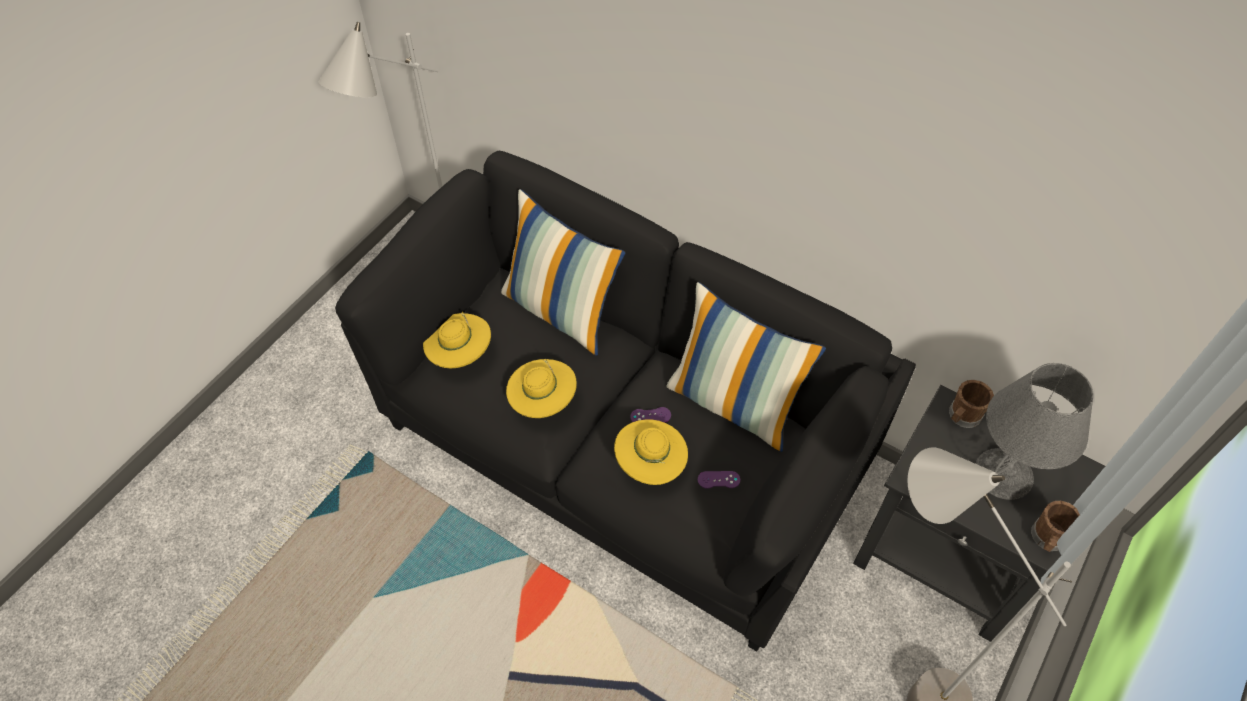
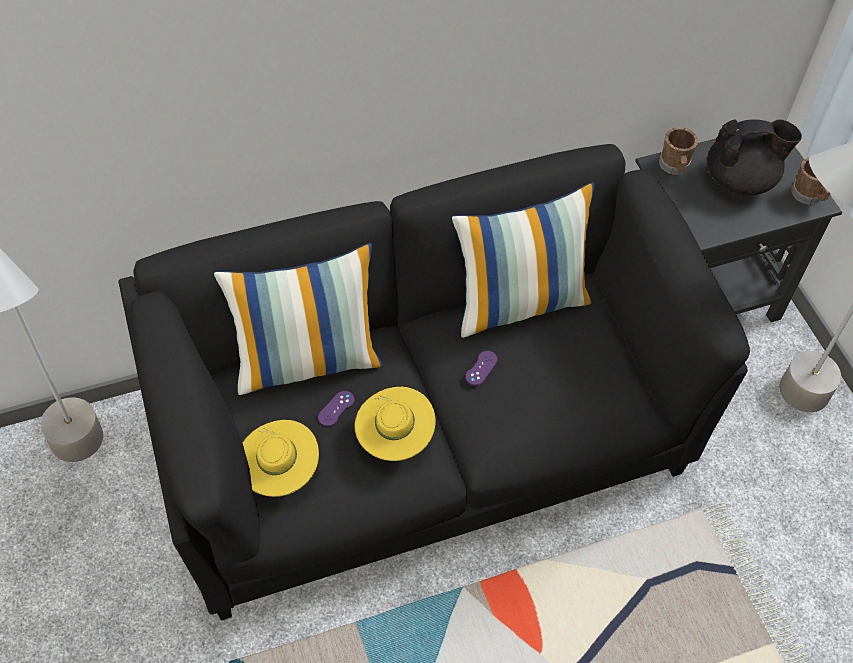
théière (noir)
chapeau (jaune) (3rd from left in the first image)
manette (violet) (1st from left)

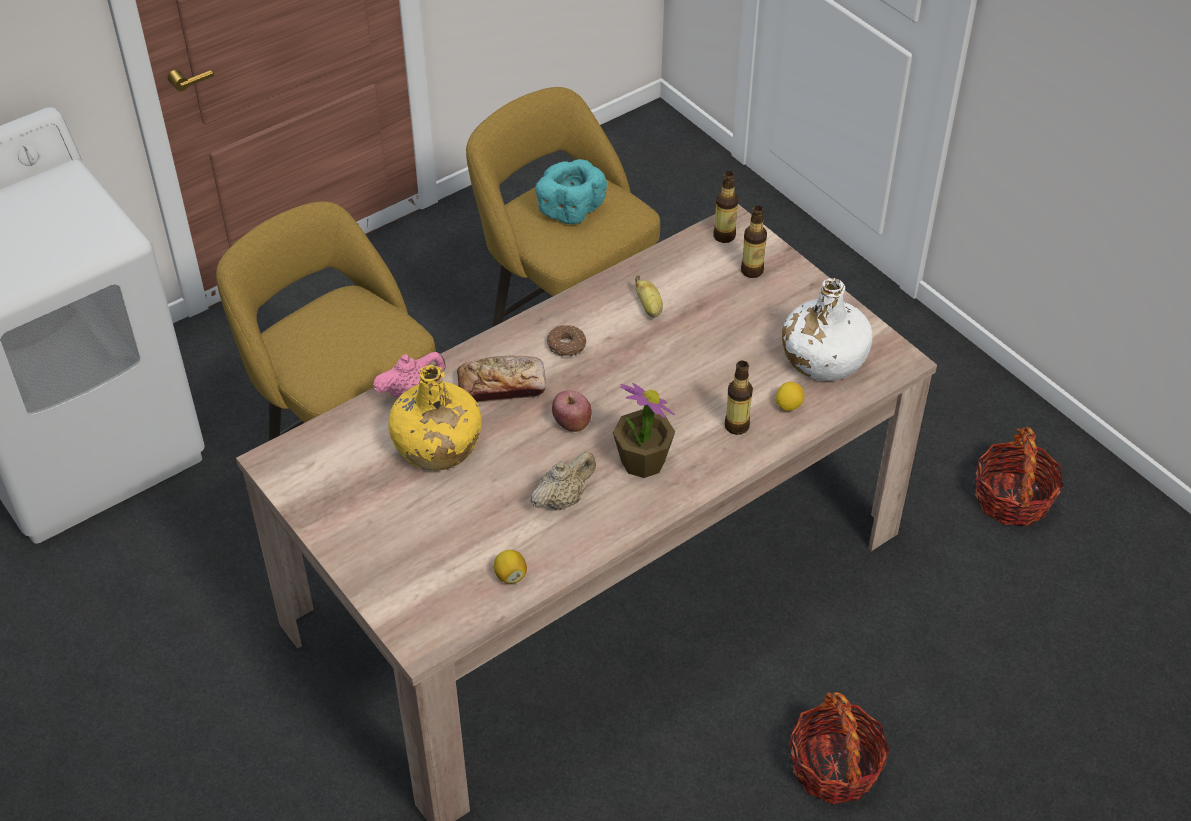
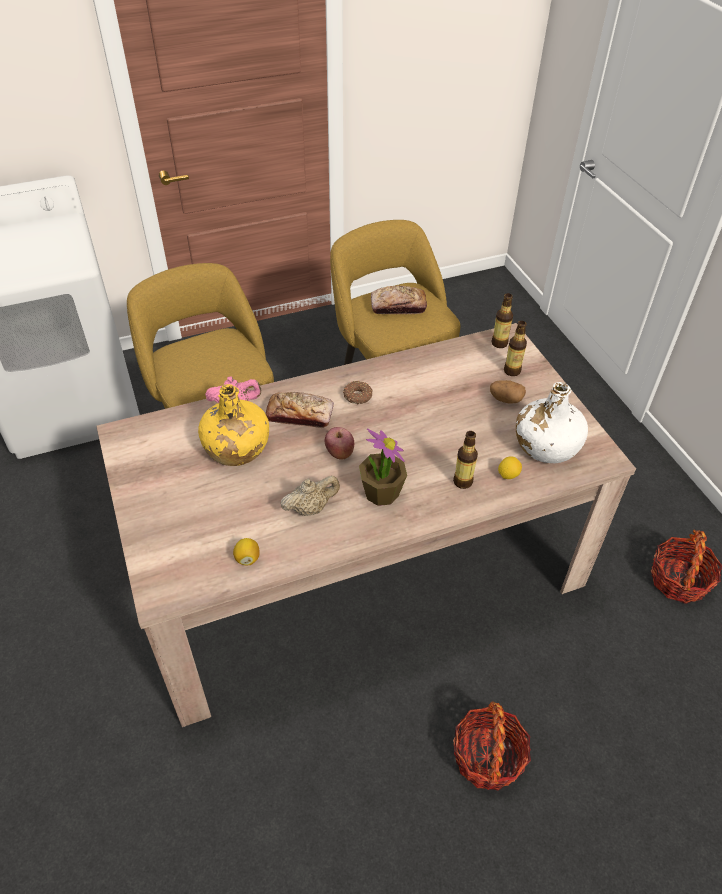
pain (2nd from left)
banane
pomme de terre

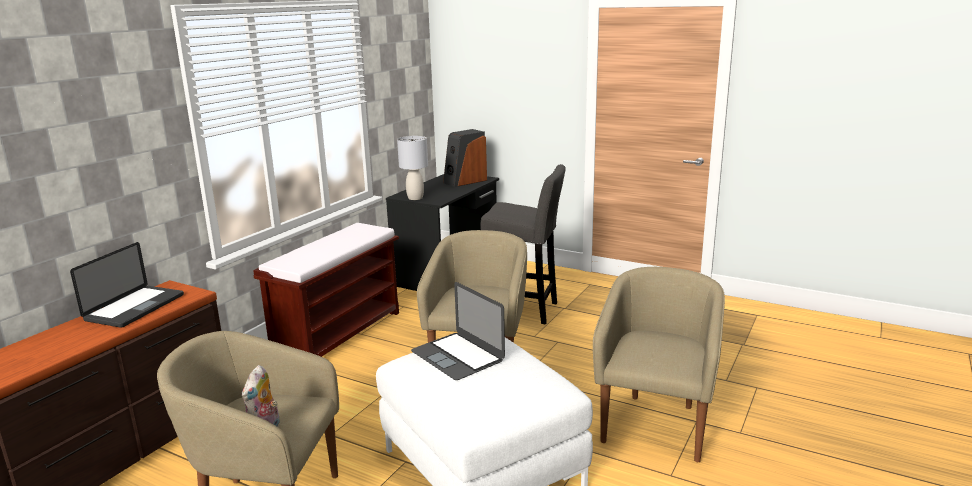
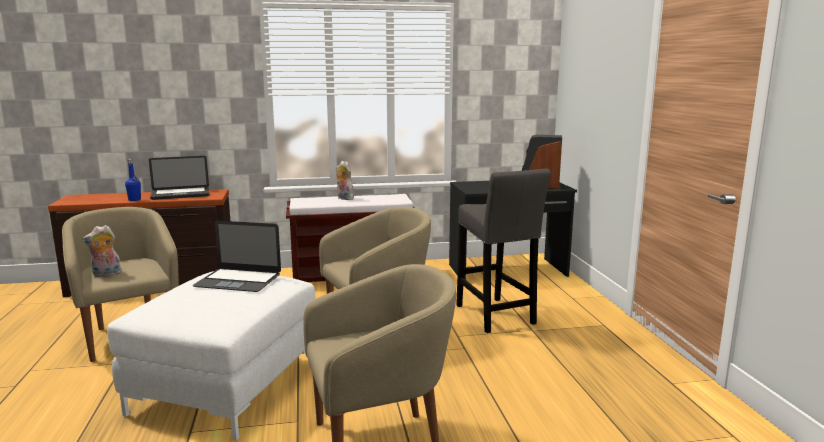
lampe de table (gris)
ordinateur portable (2nd from left)
bouteille (bleu)
peluche (2nd from left)

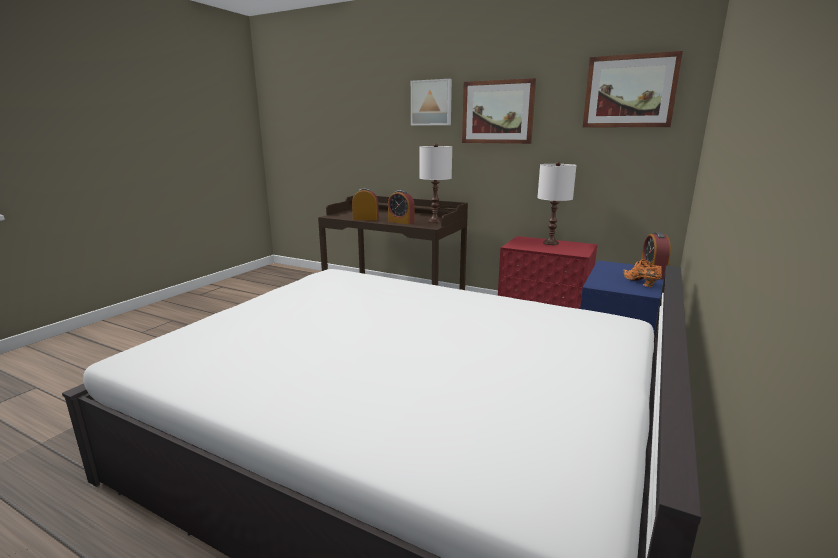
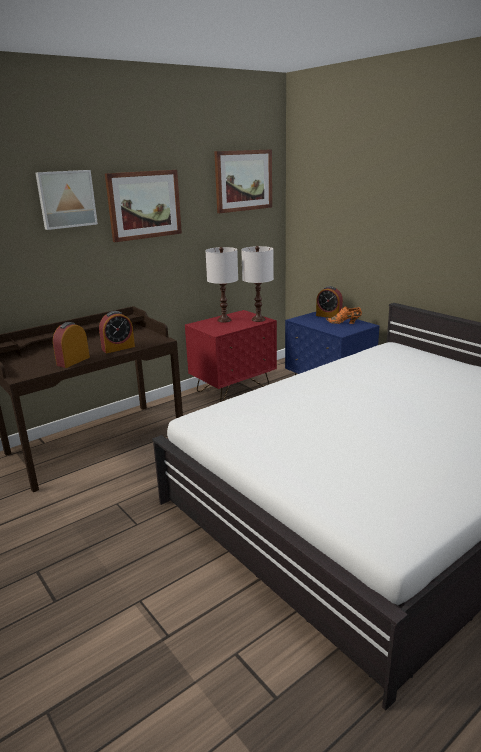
lampe de table (blanc) (2nd from left)

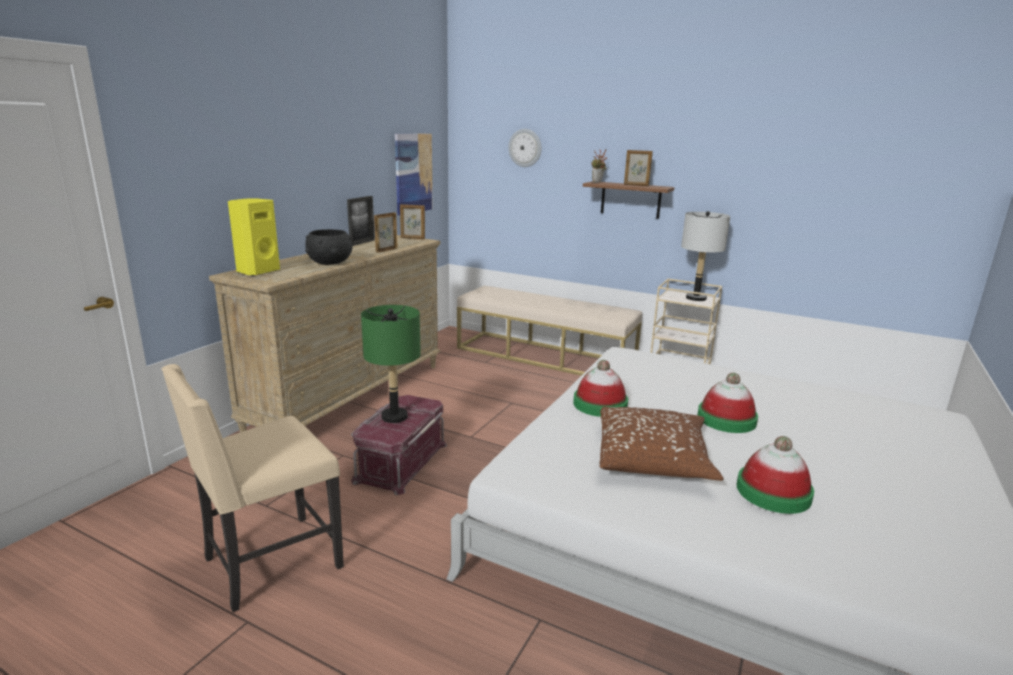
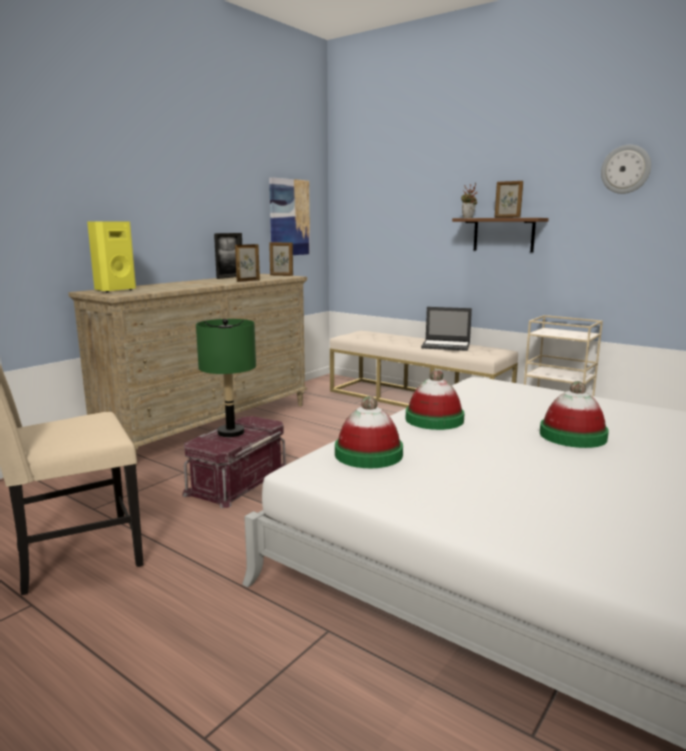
horloge murale
lampe de table (gris)
bol (noir)
coussin (marron)
chapeau (1st from left)
ordinateur portable

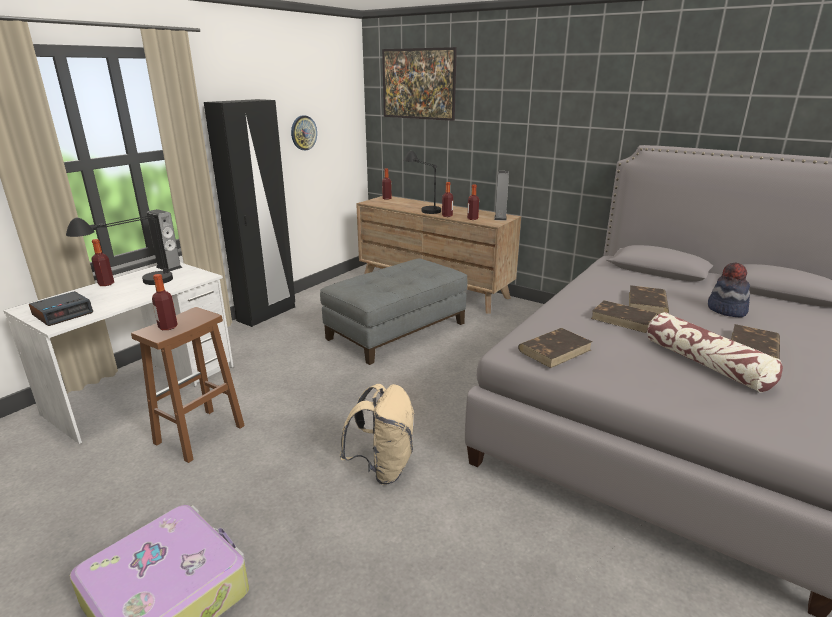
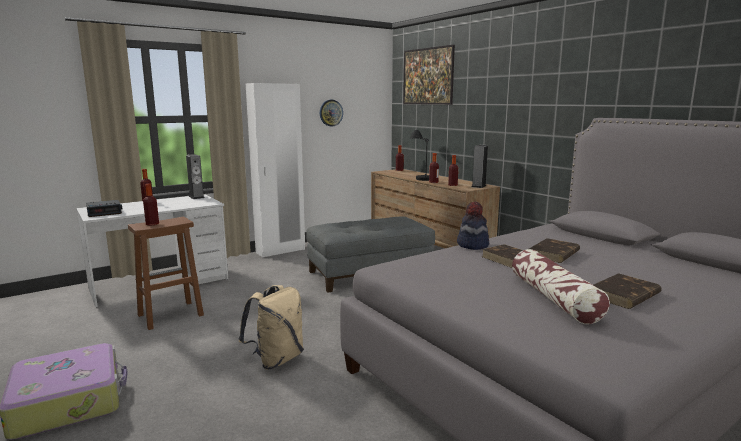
armoire (blanc)
lampe de table (noir) (1st from left in the first image)
chapeau
livre (marron) (1st from left in the first image)

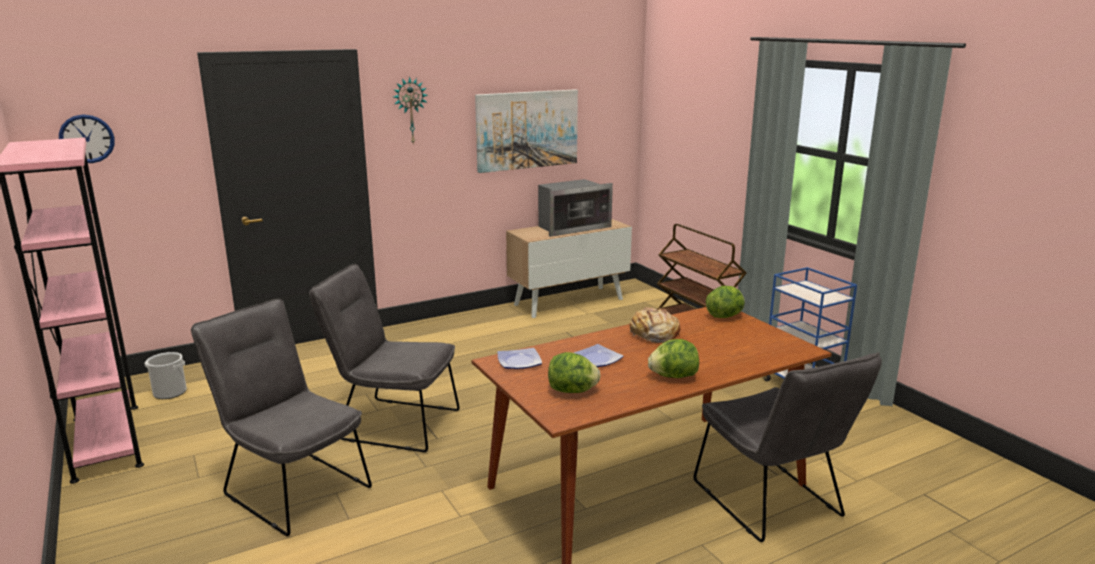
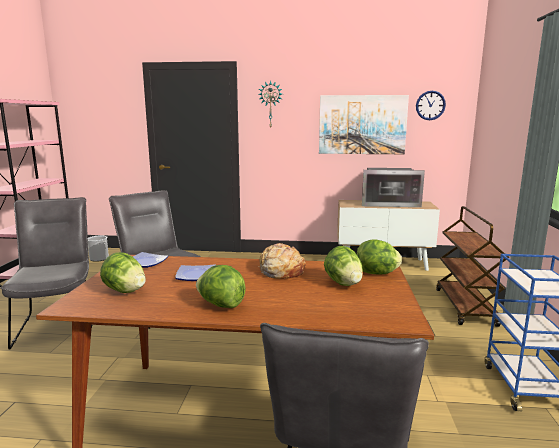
horloge murale (2nd from left)
laitue (3rd from left)

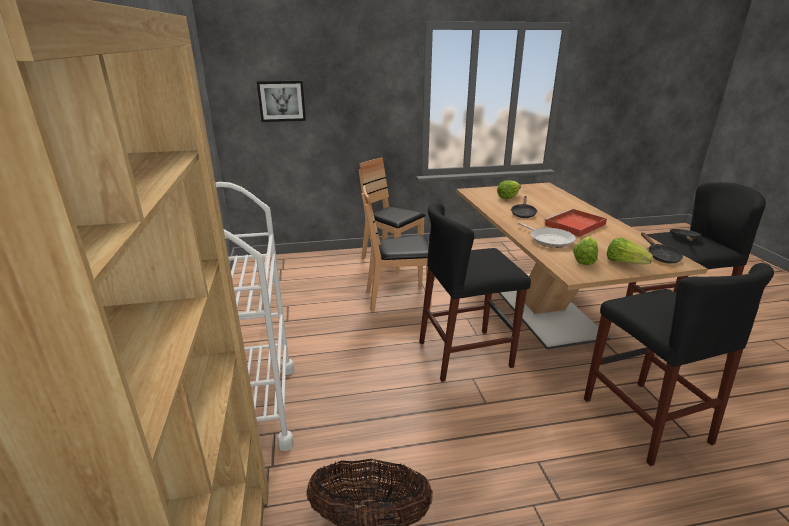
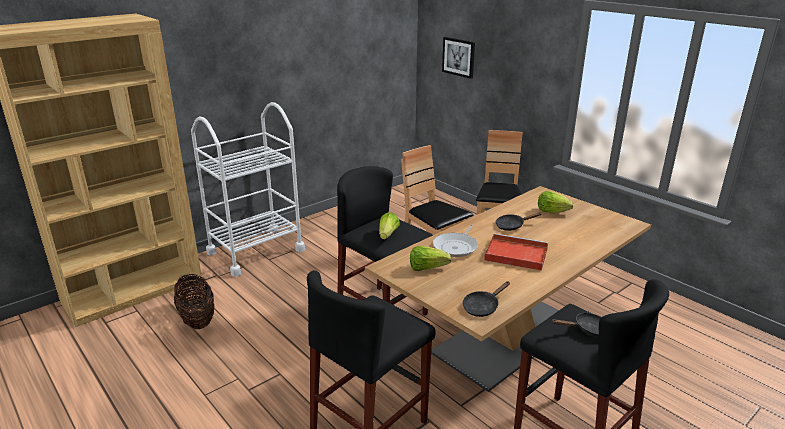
laitue (1st from left)

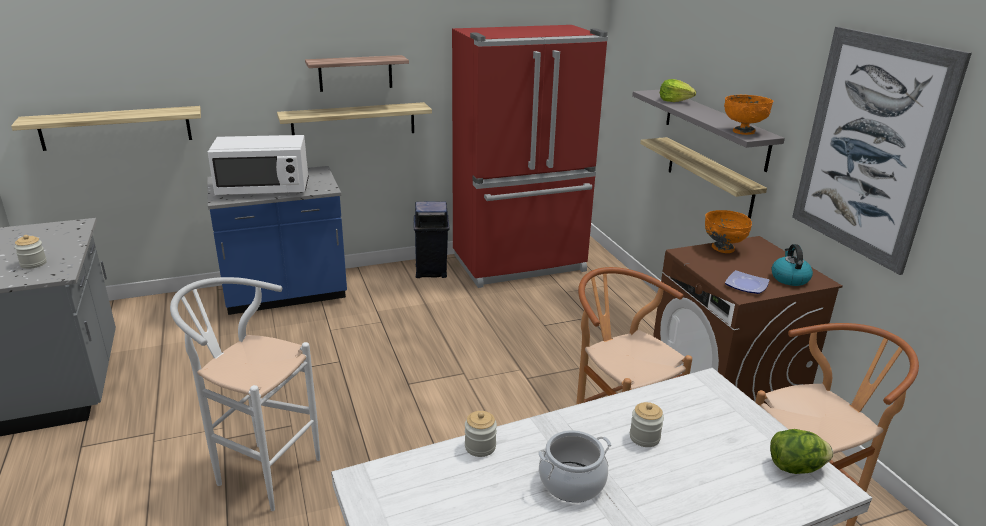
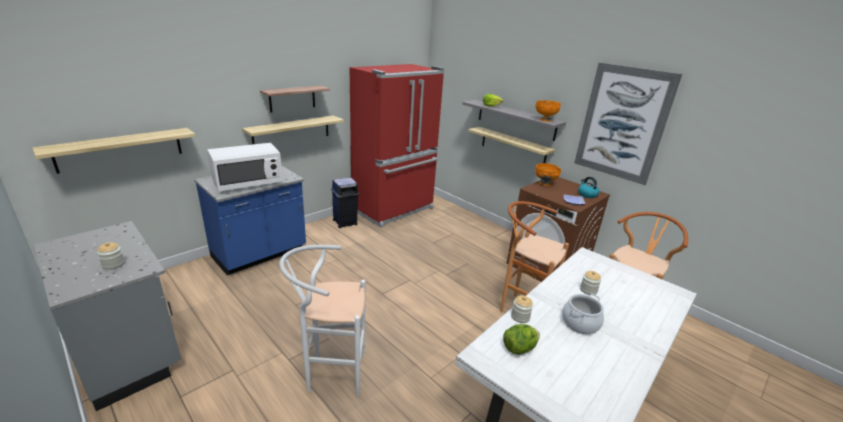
laitue (2nd from left)

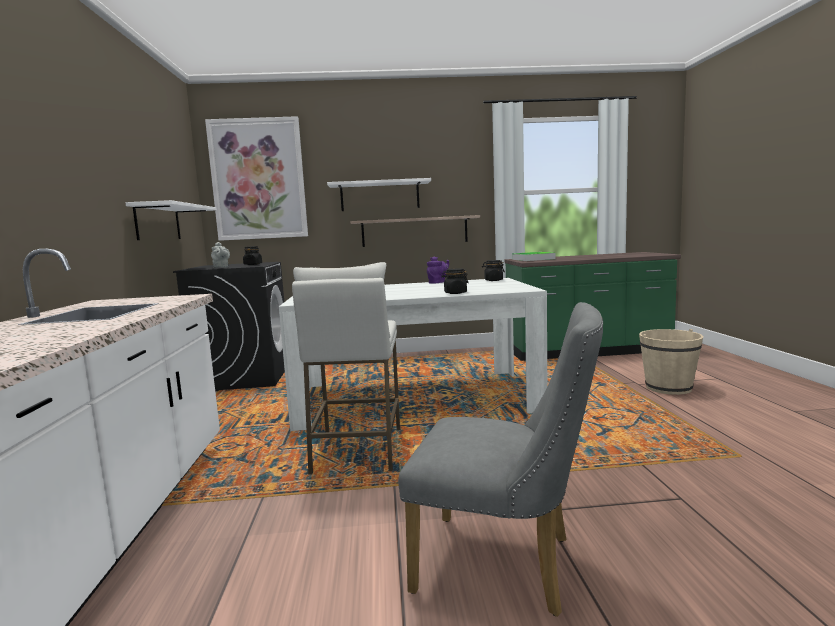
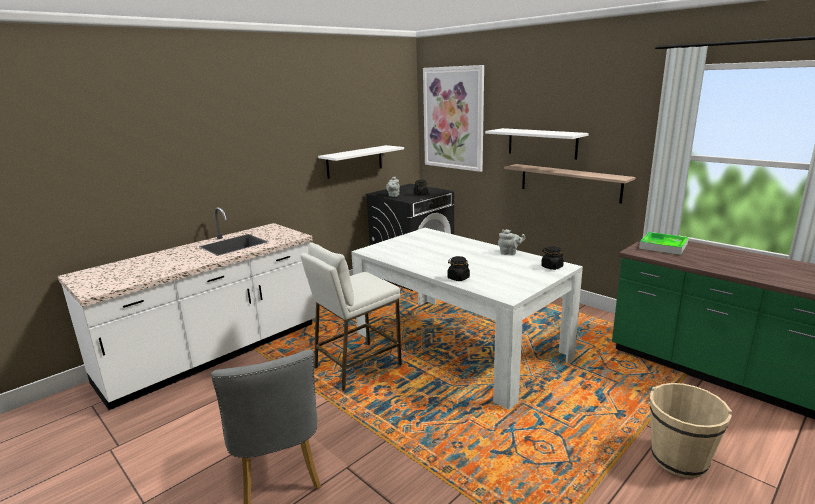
théière (gris) (2nd from left)

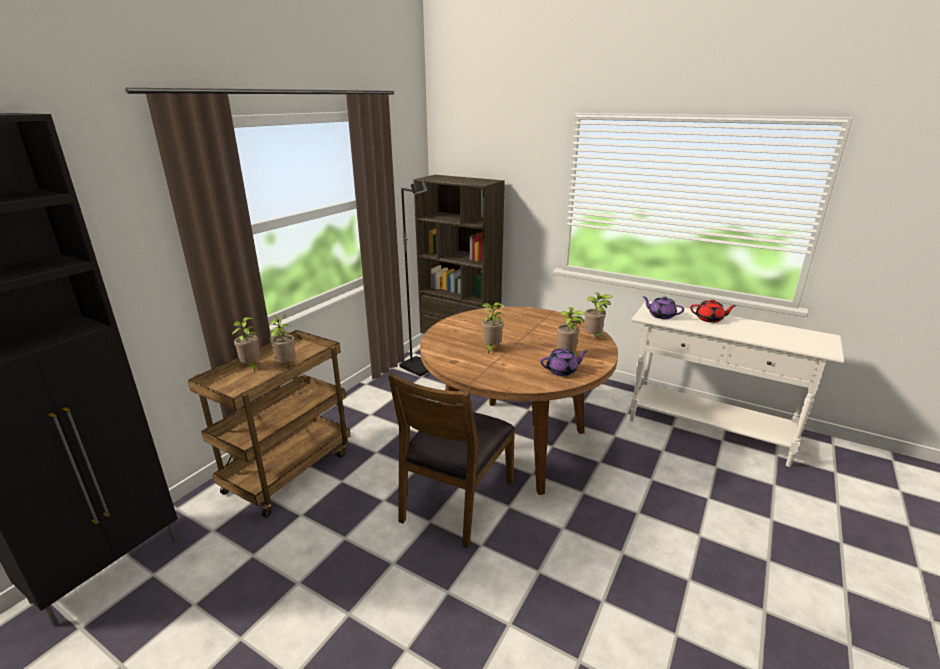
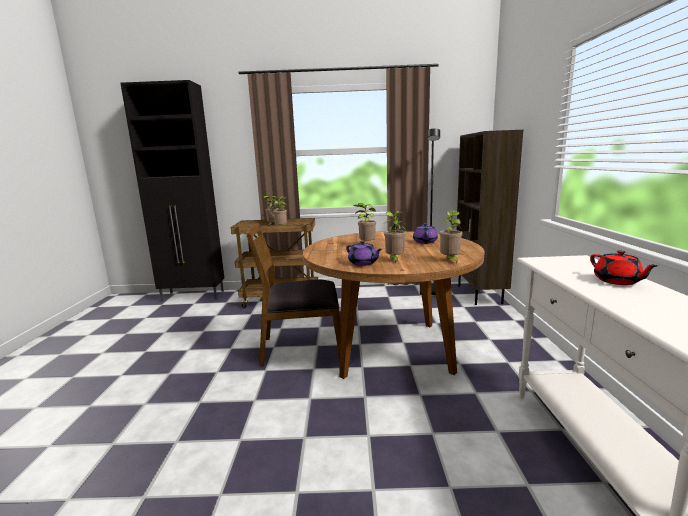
théière (violet) (2nd from left)

